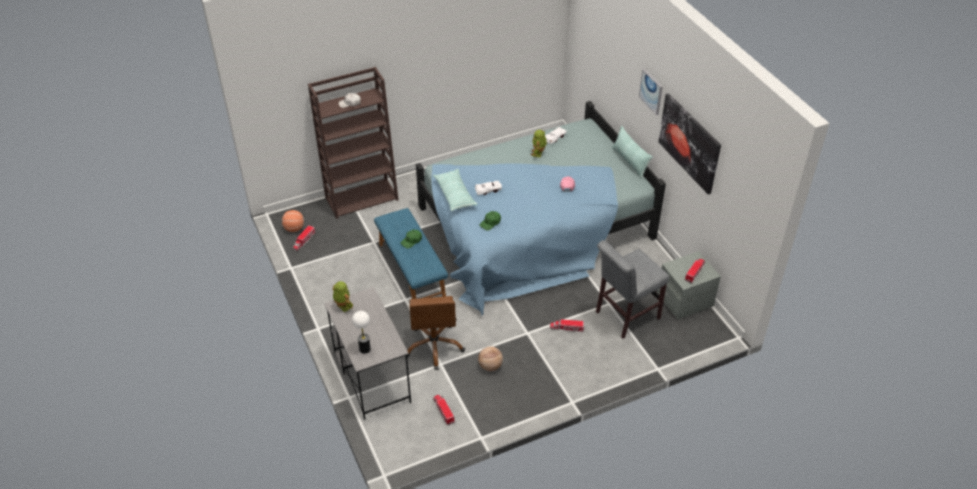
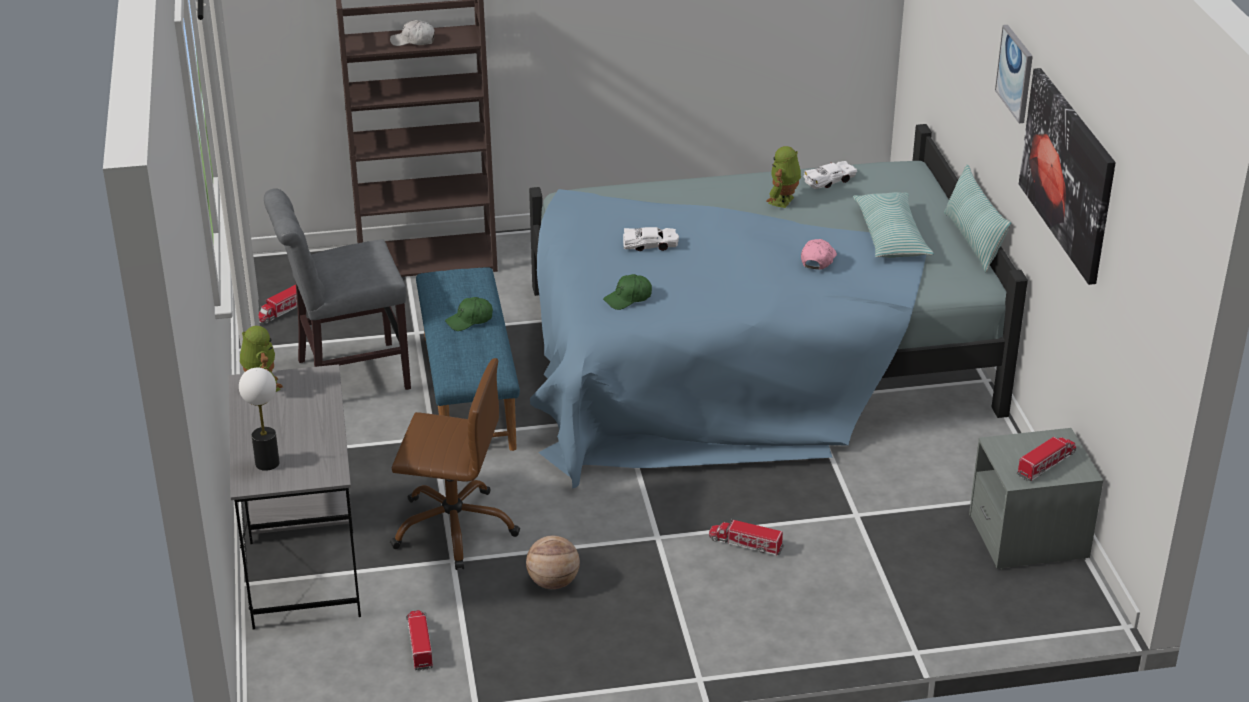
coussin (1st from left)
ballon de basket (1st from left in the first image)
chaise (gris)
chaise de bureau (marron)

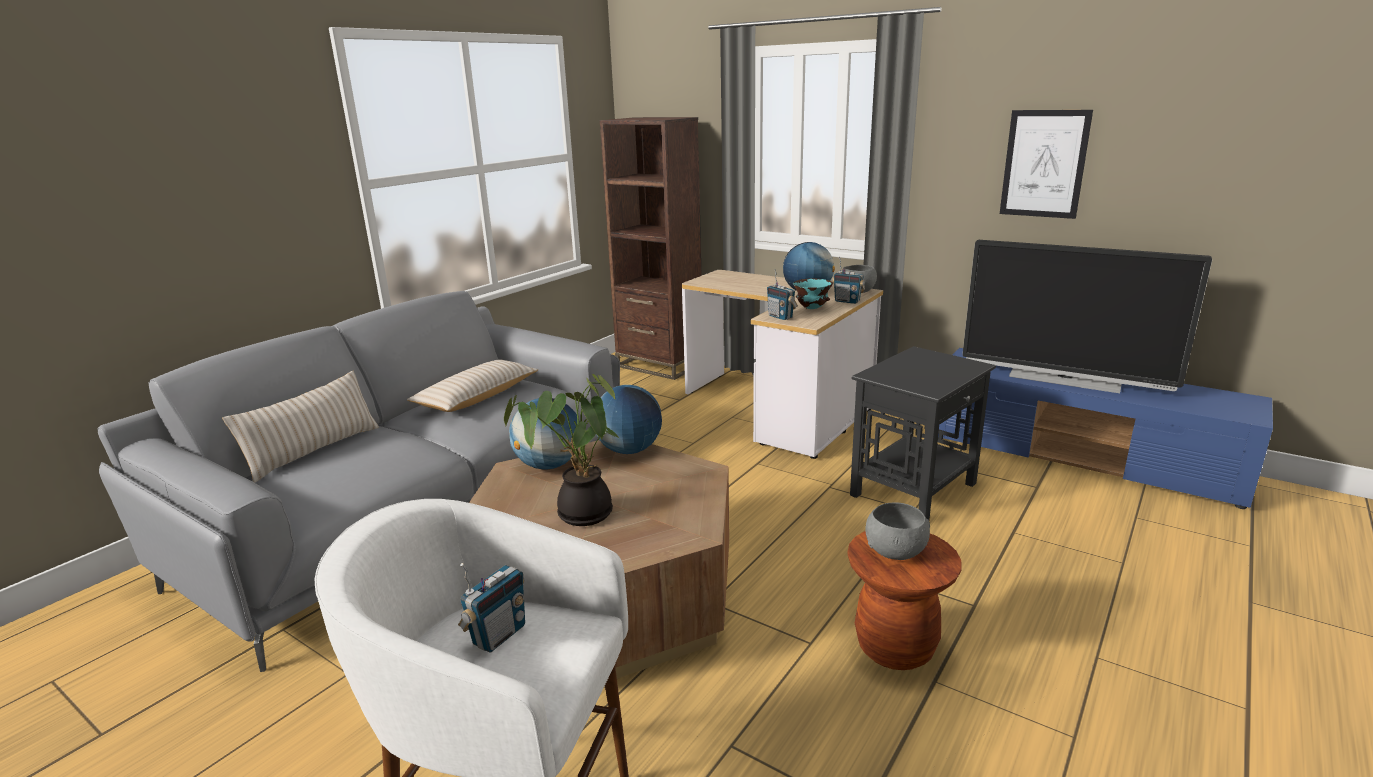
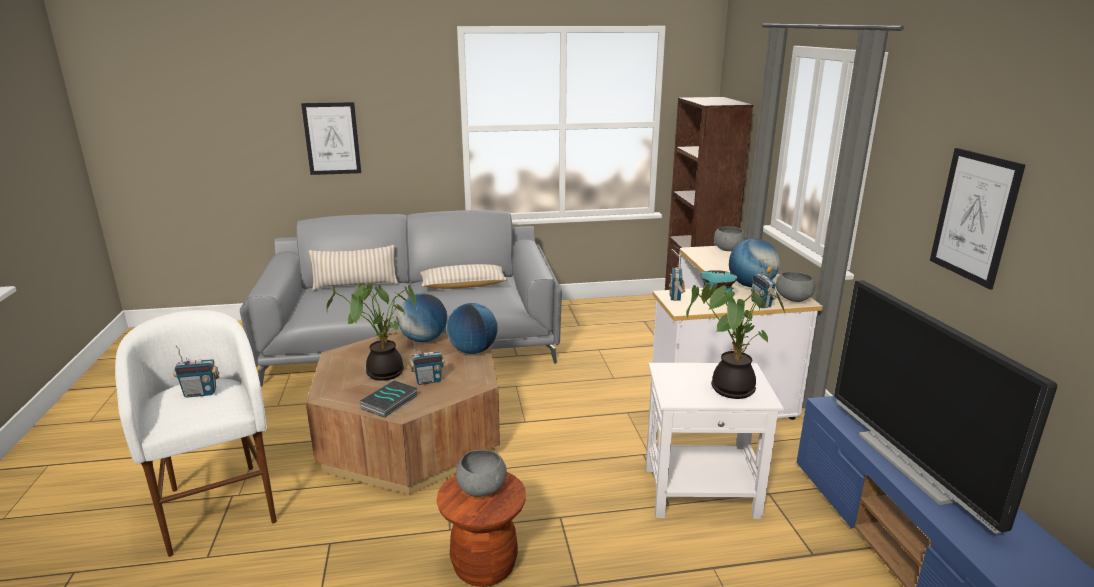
table d'appoint (blanc)
tableau (1st from left)
bol (gris) (2nd from left)
plante en pot (2nd from left)
radio (2nd from left)
livre

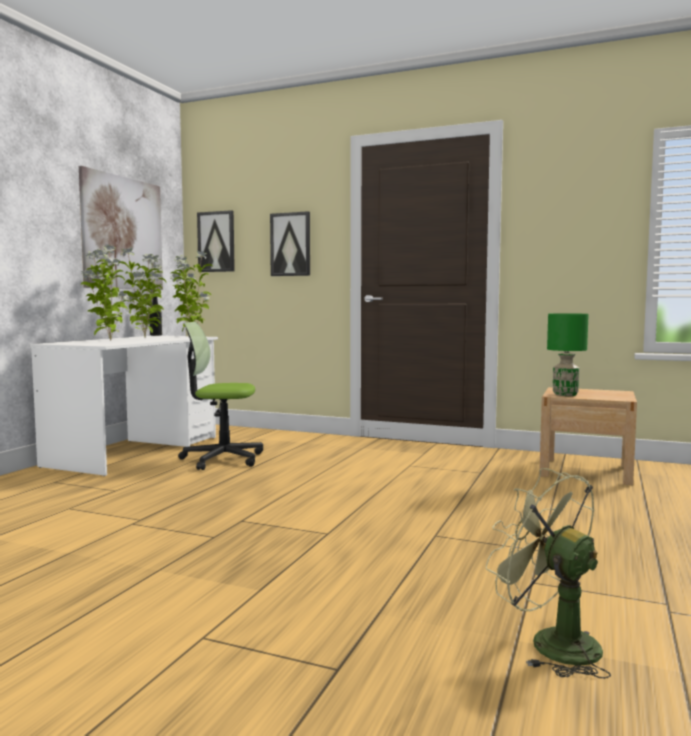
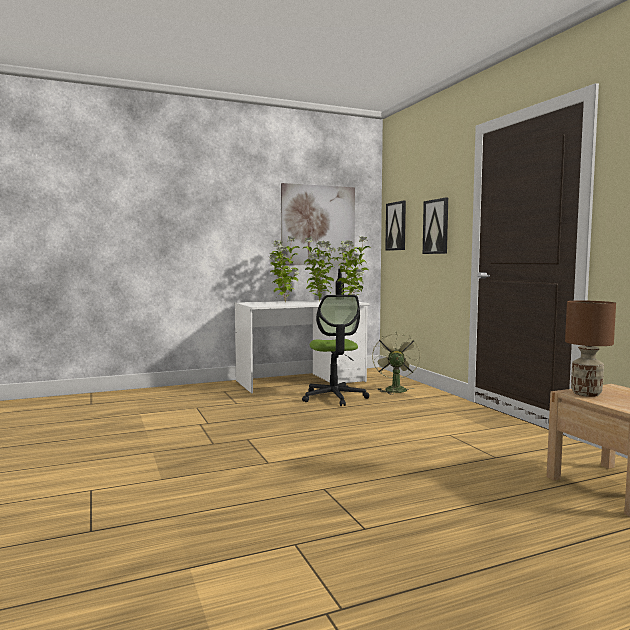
lampe de table (marron)
chaise de bureau
ventilateur (vert)

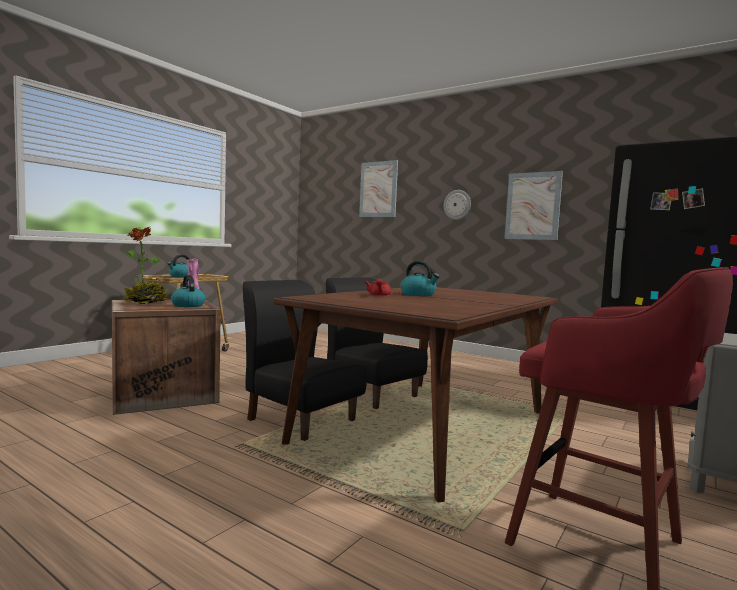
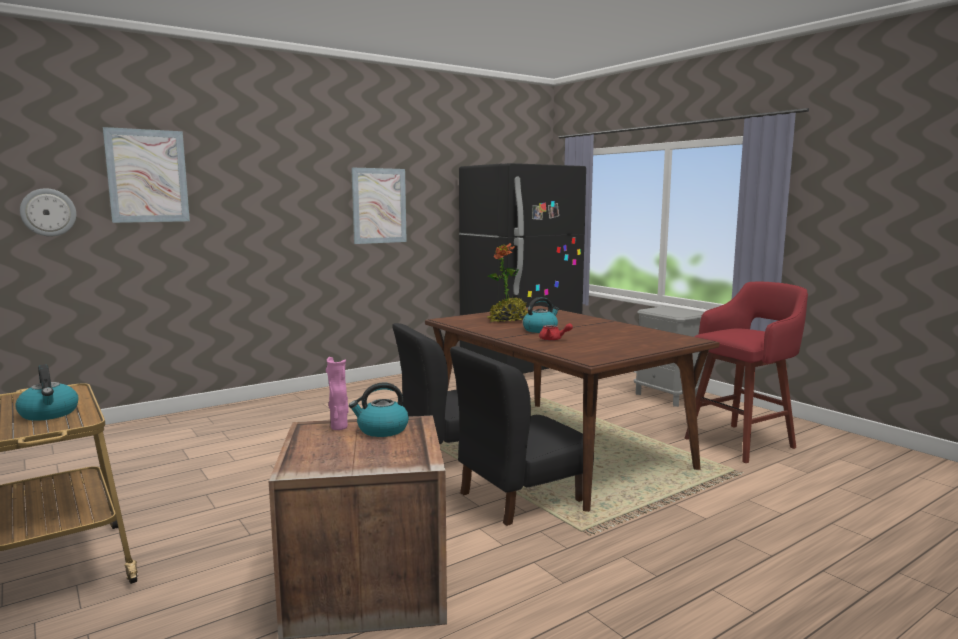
horloge murale
plante en pot

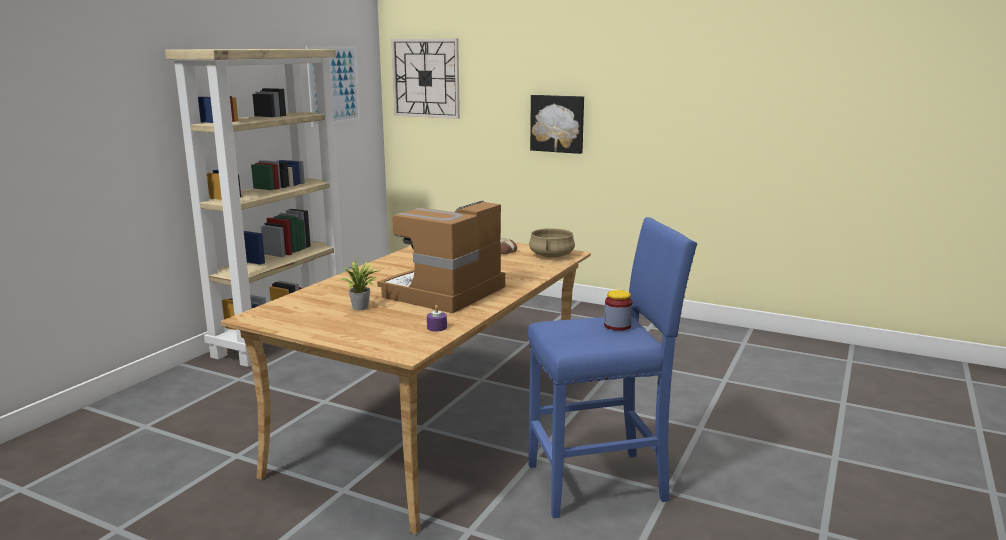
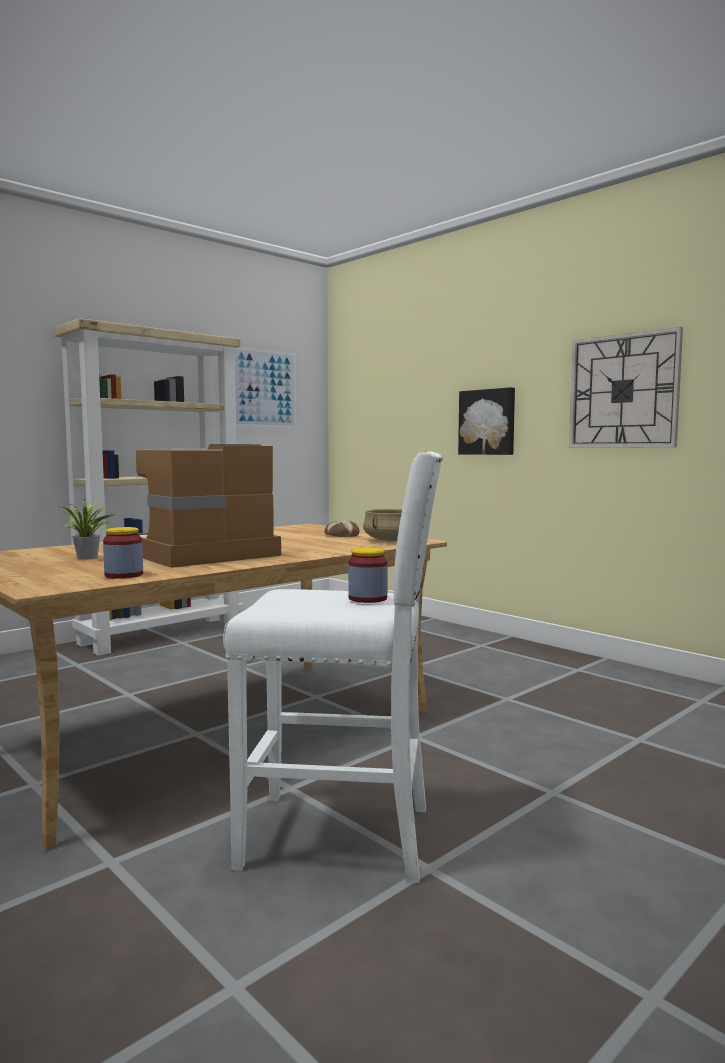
horloge murale
tabouret (blanc)
bocal (1st from left)

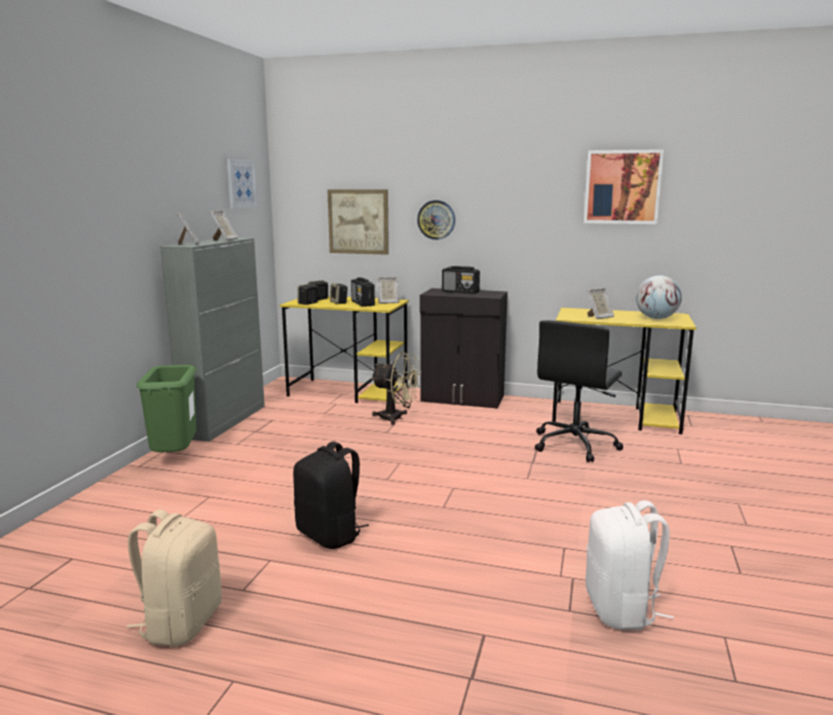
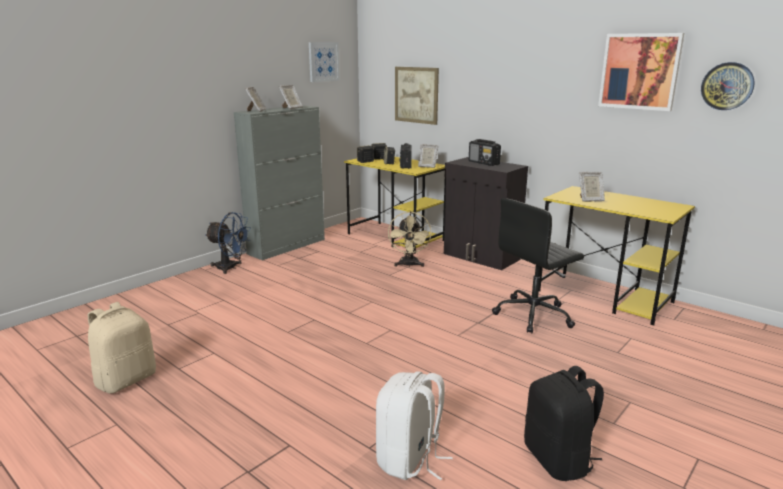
horloge murale
globe
ventilateur (beige)
ventilateur (bleu)
sac à dos (noir)

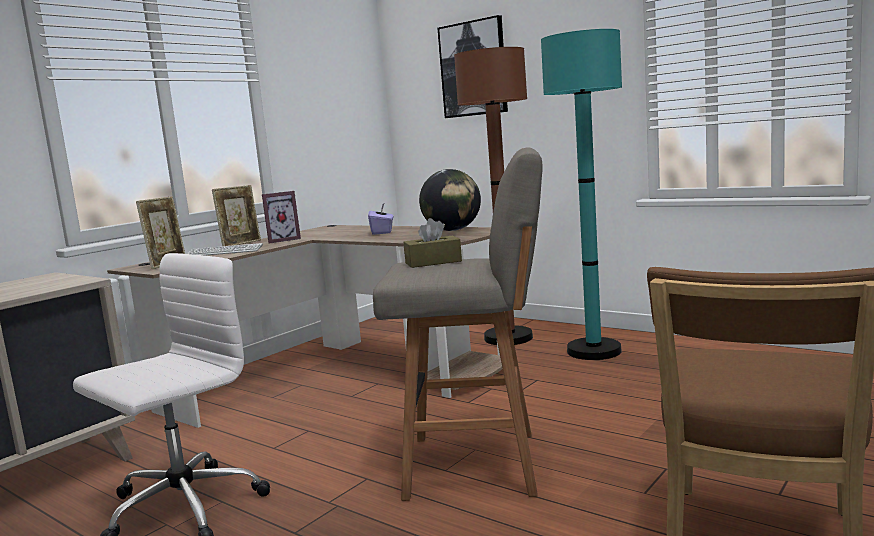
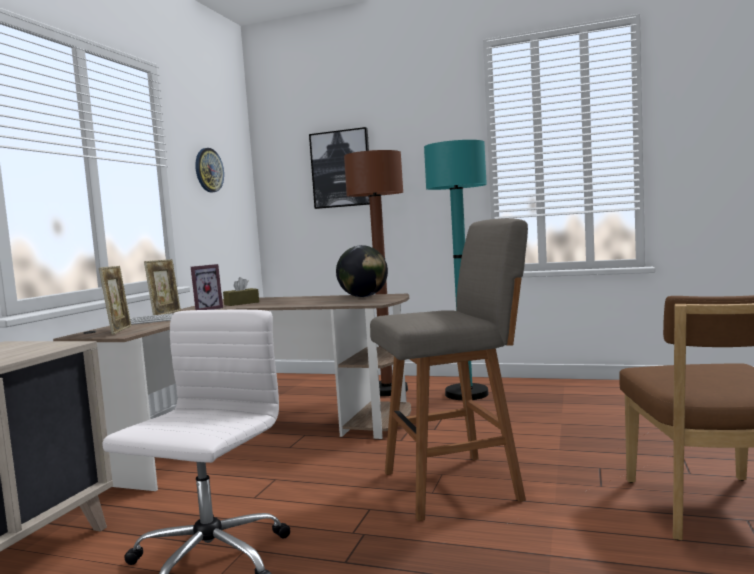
boîte à mouchoirs (violet)
boîte à mouchoirs (marron)
horloge murale

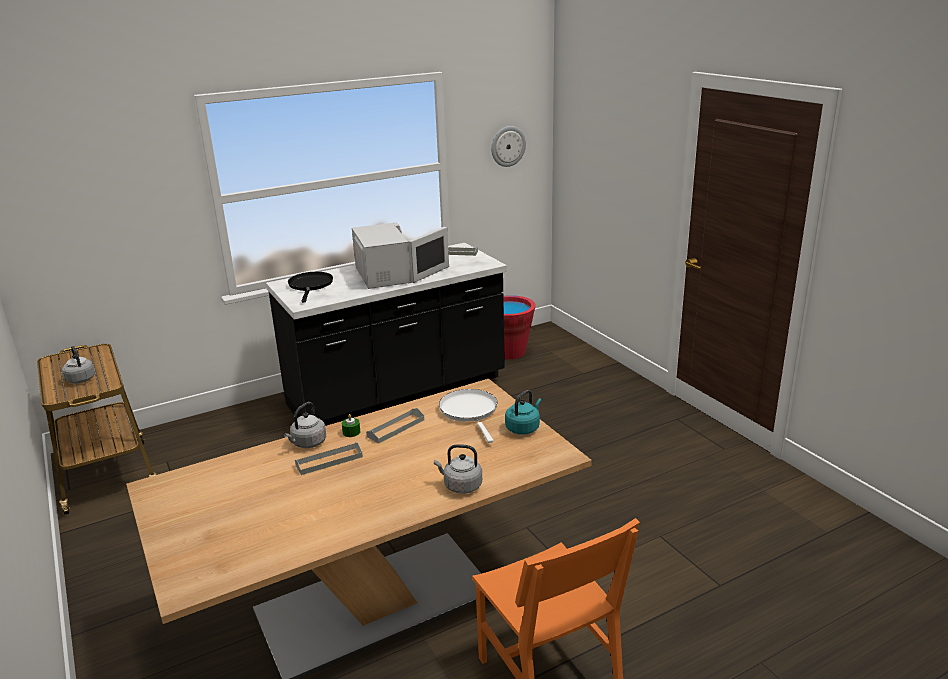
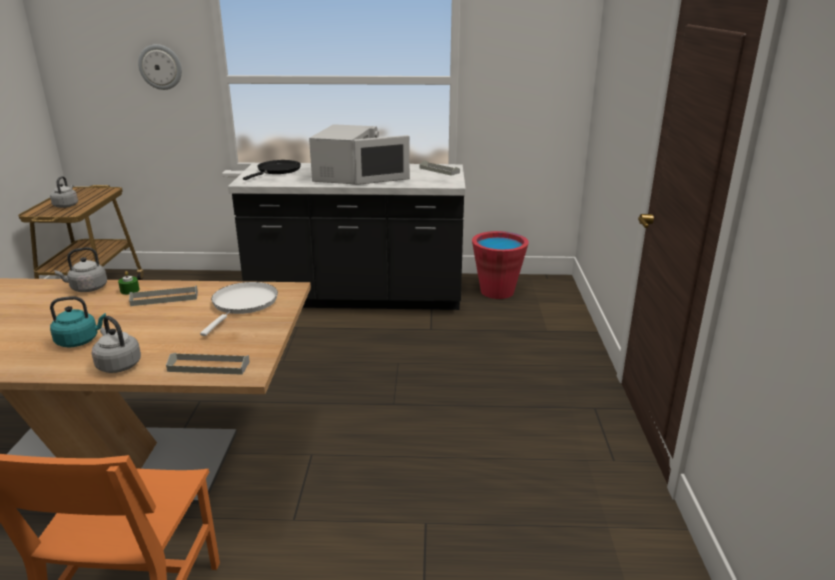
horloge murale
bouilloire (turquoise)
plateau (gris) (2nd from left)

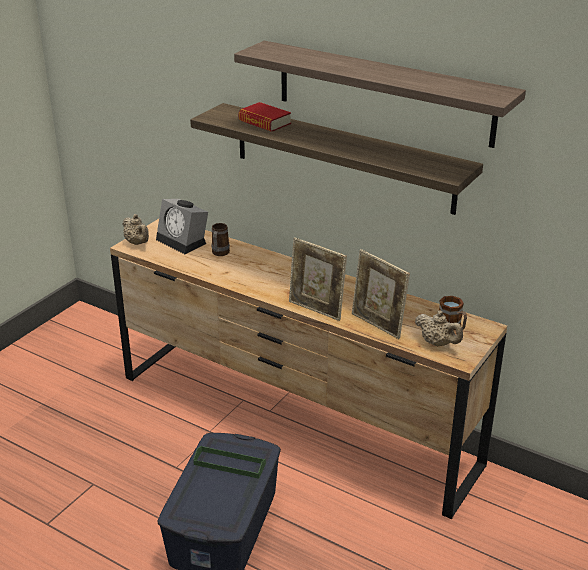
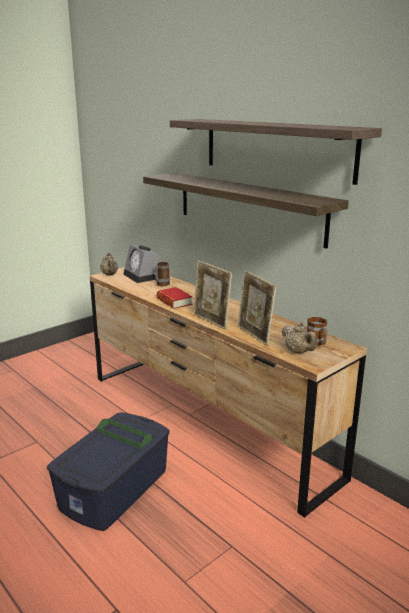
livre

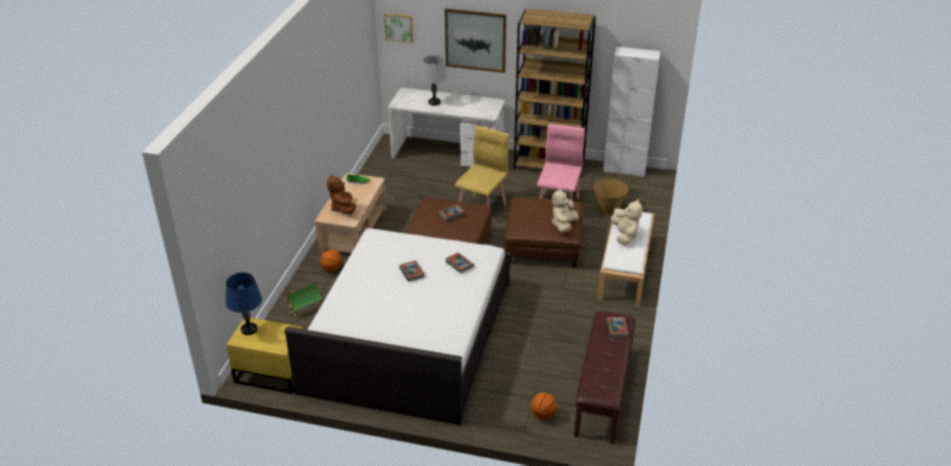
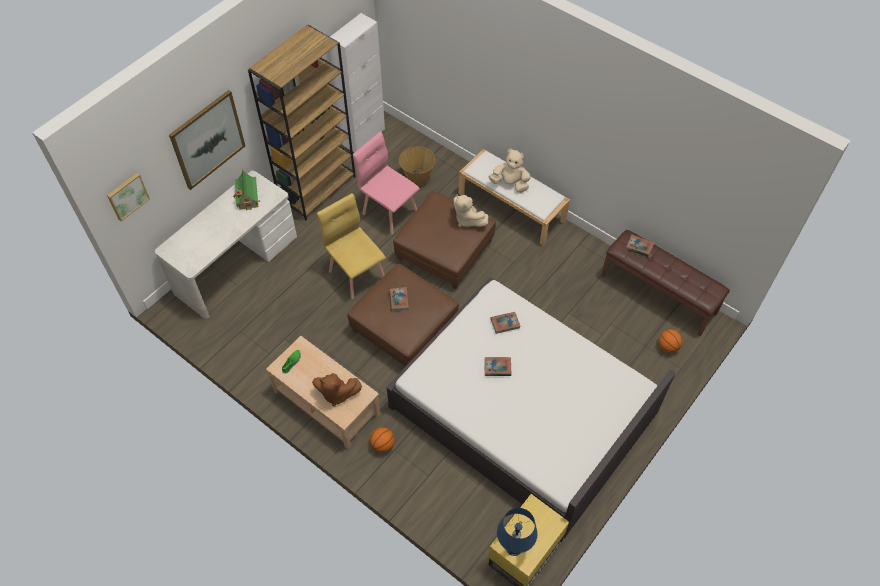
lampe de table (gris)
maison miniature

